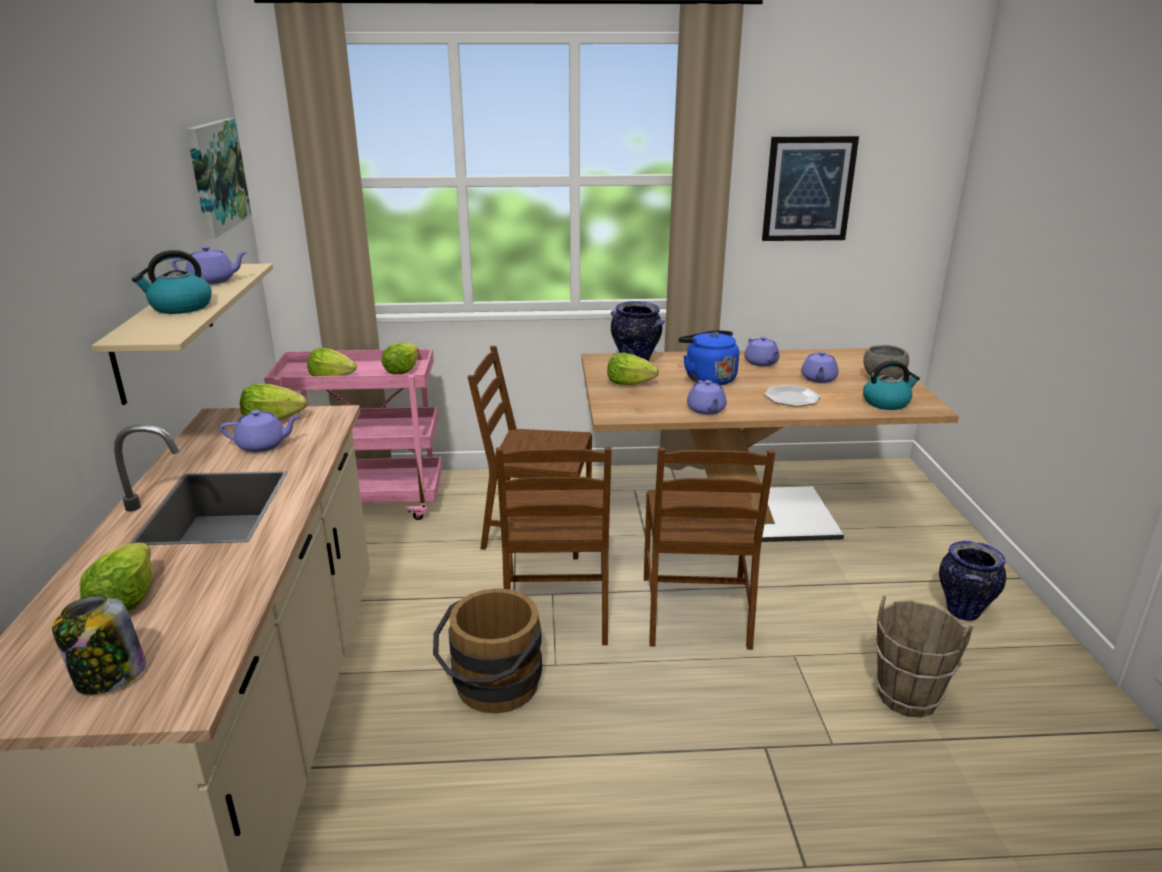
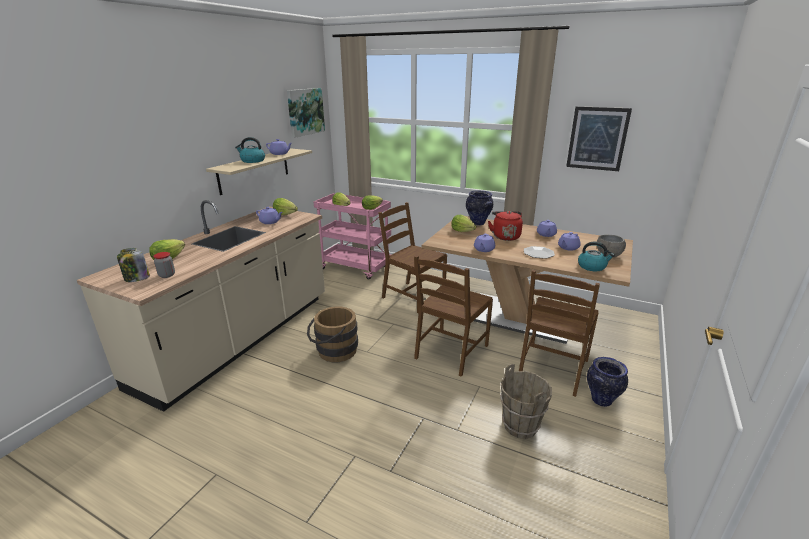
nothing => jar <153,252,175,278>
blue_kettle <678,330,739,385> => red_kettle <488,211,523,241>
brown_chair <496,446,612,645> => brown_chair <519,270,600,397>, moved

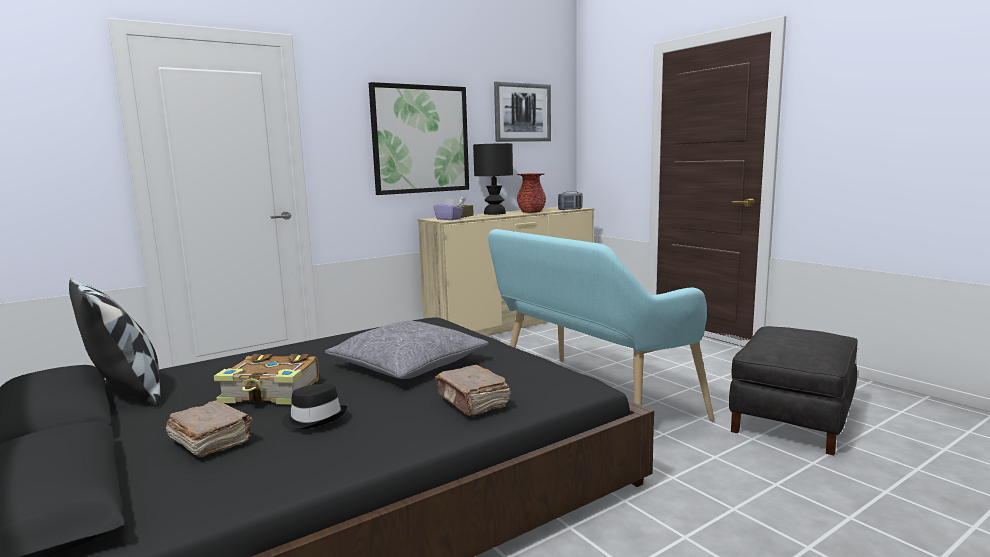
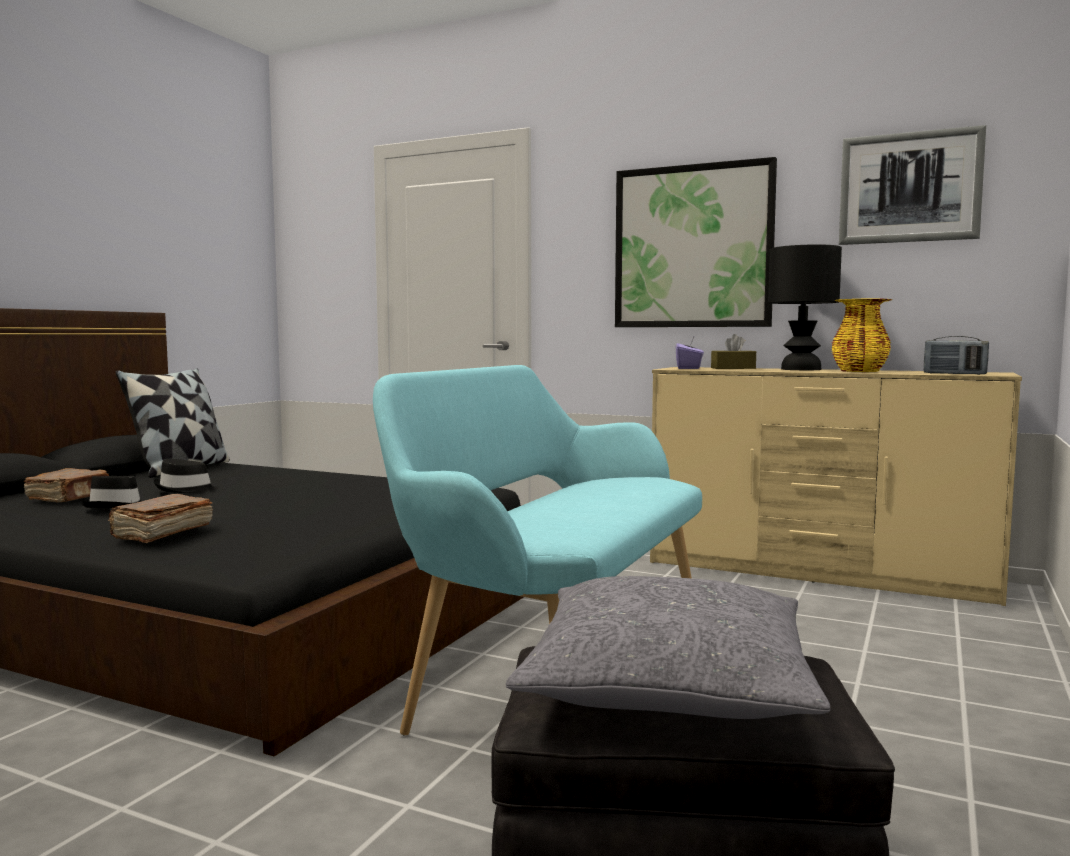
book <214,354,319,404> => black_hat <153,459,219,493>
grey_pillow <325,321,488,379> => grey_pillow <506,576,830,719>, moved
red_vase <517,173,546,213> => yellow_vase <831,298,893,372>

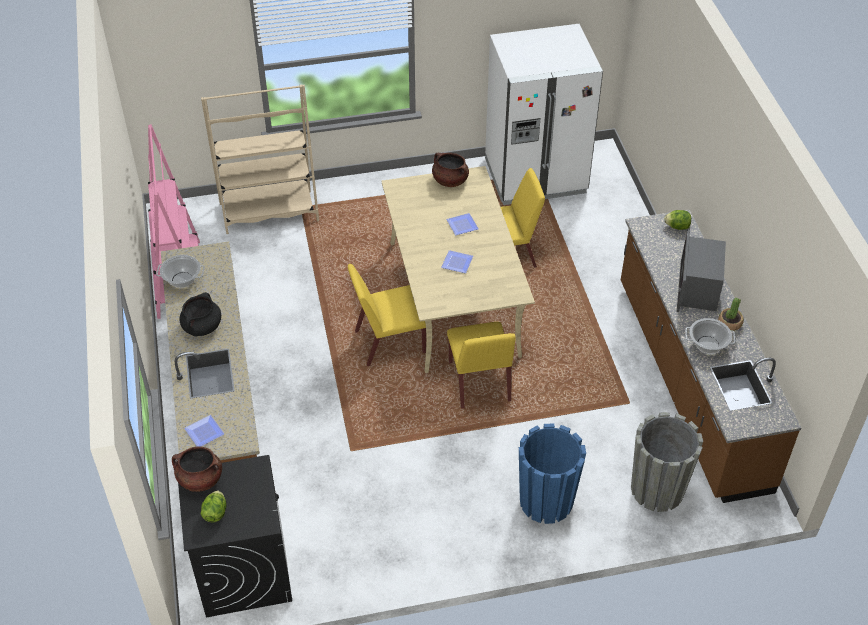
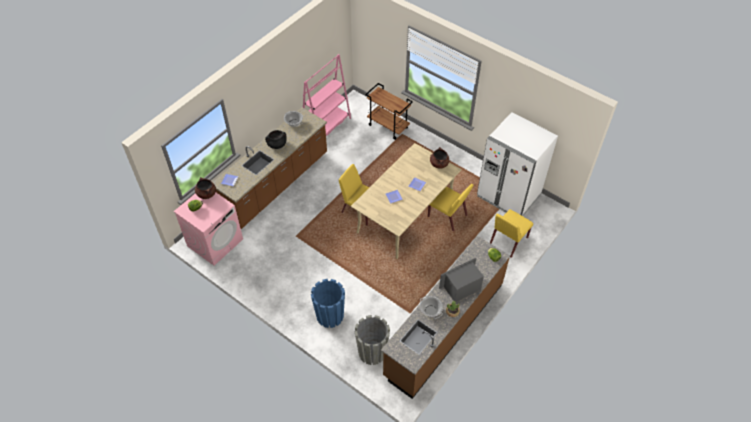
black_washing_machine <178,455,292,617> => pink_washing_machine <174,193,243,266>
beige_bookcase <201,85,319,234> => brown_cart <365,83,413,140>
yellow_chair <447,322,516,409> => yellow_chair <490,209,533,258>, moved

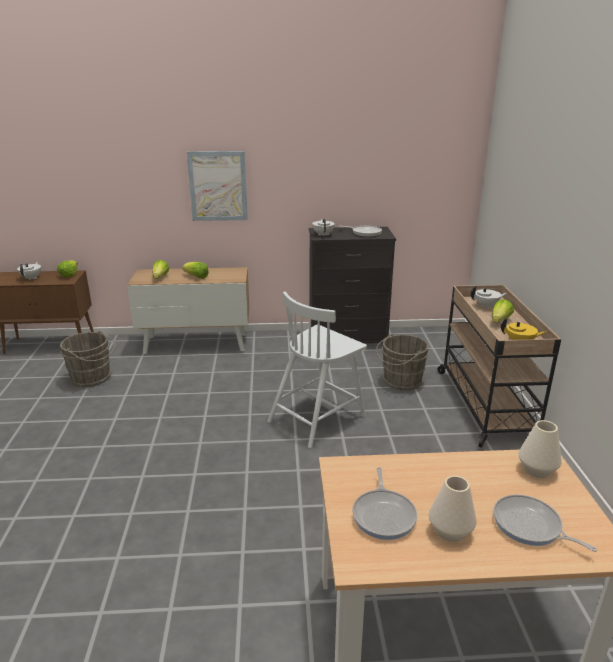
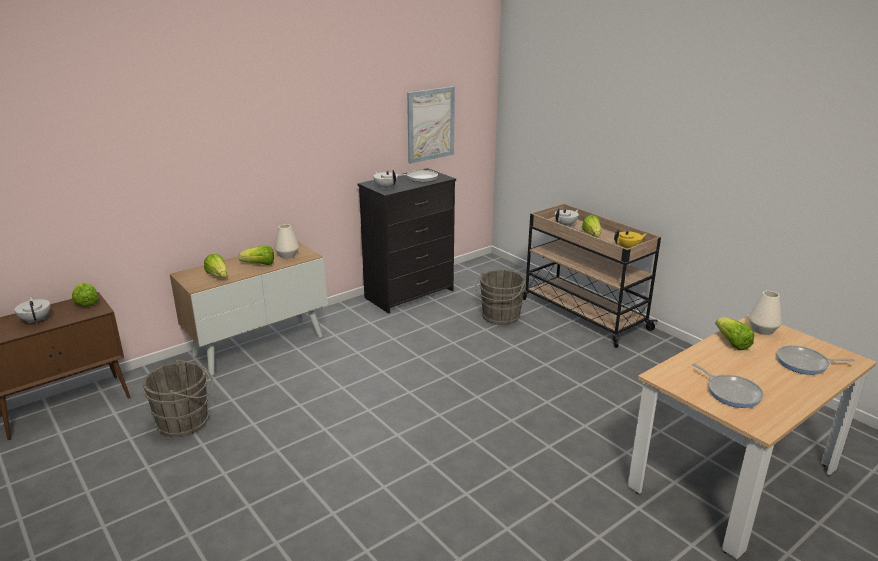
white_vase <429,476,477,542> => white_vase <275,224,299,259>, moved
picture <187,151,248,221> => picture <407,86,455,164>, moved
nothing => lettuce <715,317,754,350>
white_chair <267,291,367,448> => nothing

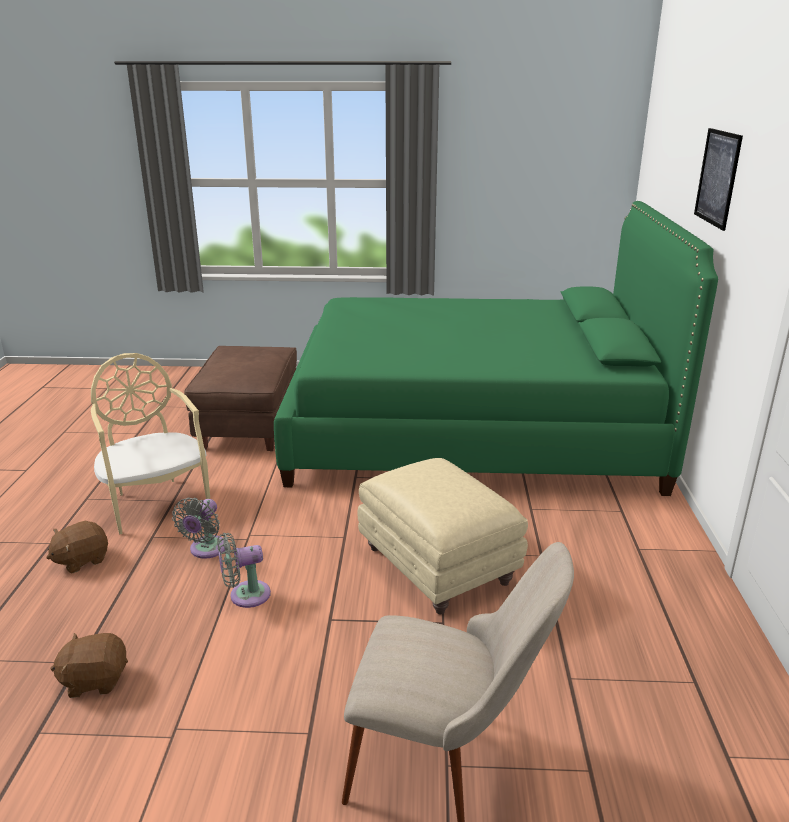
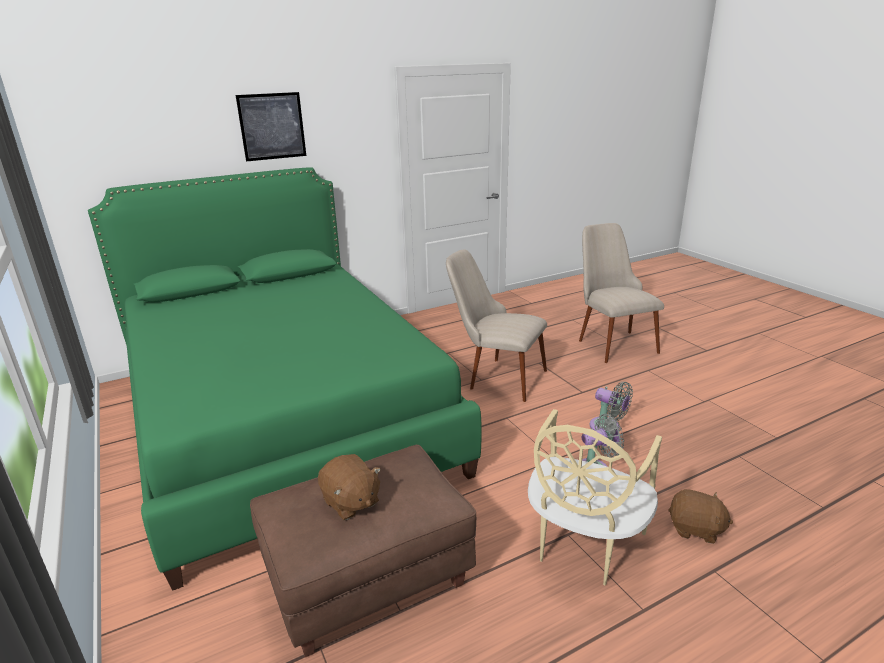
brown_plush_toy <50,633,128,698> => brown_plush_toy <318,454,381,520>, moved
beige_ottoman <358,458,528,615> => beige_chair <446,249,547,402>

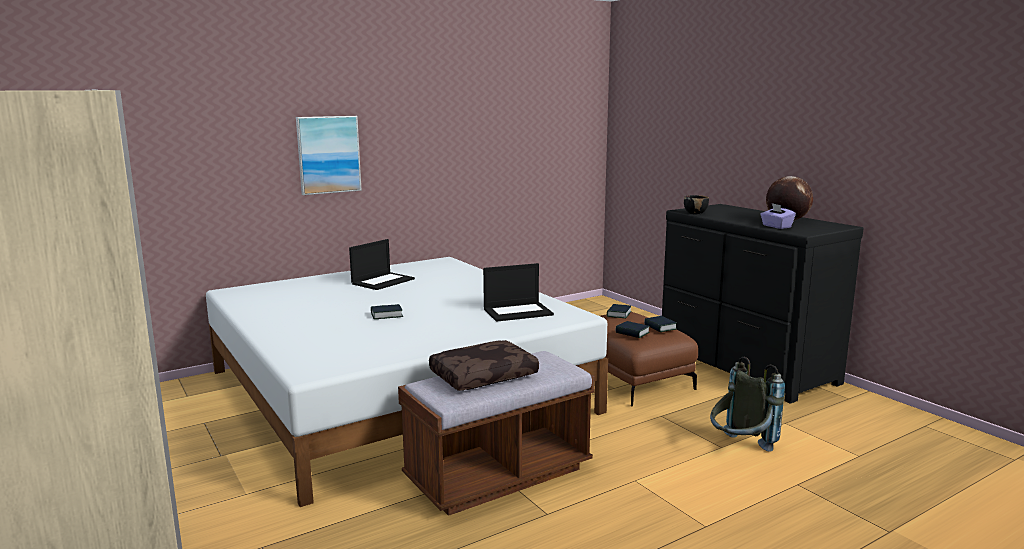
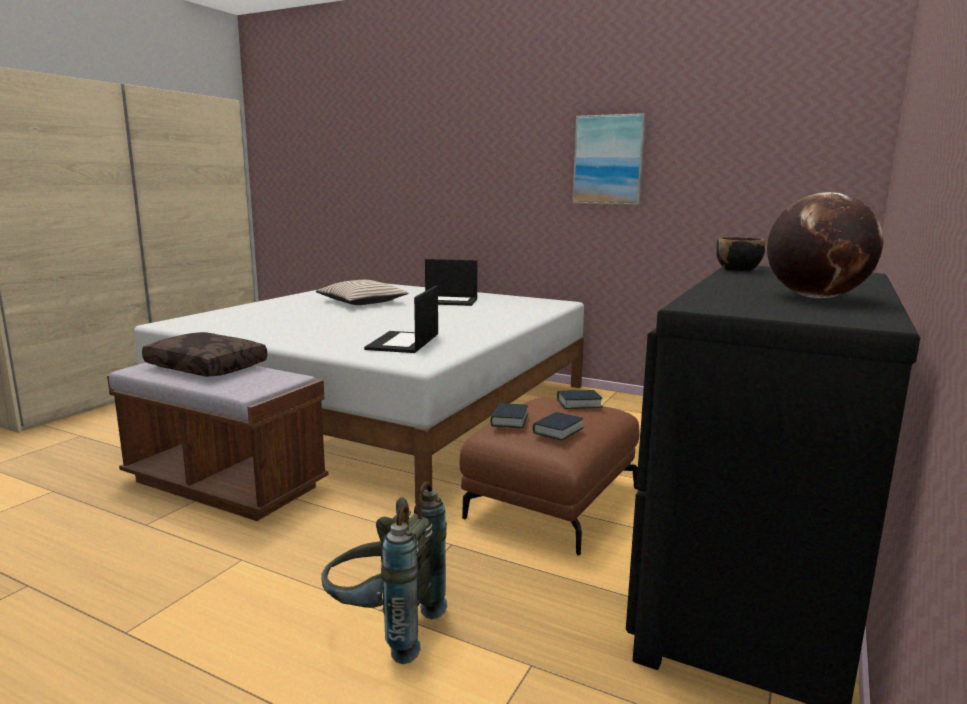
nothing => beige_pillow <316,280,408,305>
laptop <483,263,554,322> => laptop <364,286,438,353>, 60 degrees clockwise
picture <296,116,362,195> => picture <572,113,646,205>, moved
book <371,304,403,319> => nothing
purple_tissue_box <760,203,796,229> => nothing

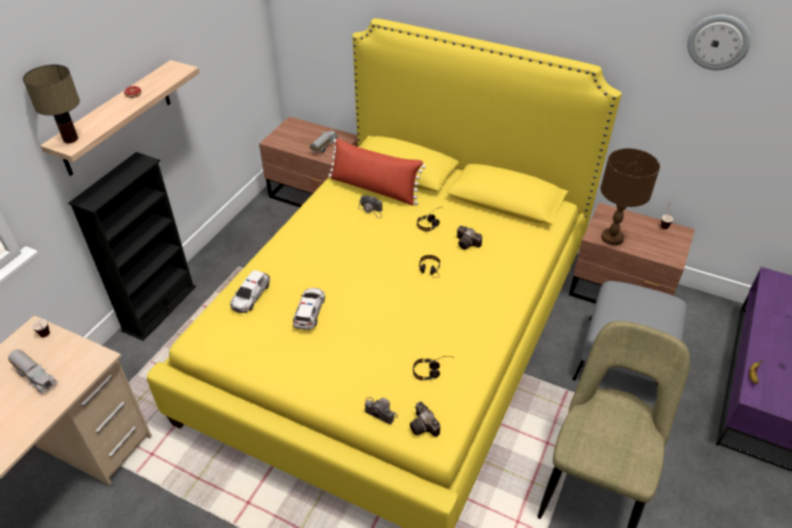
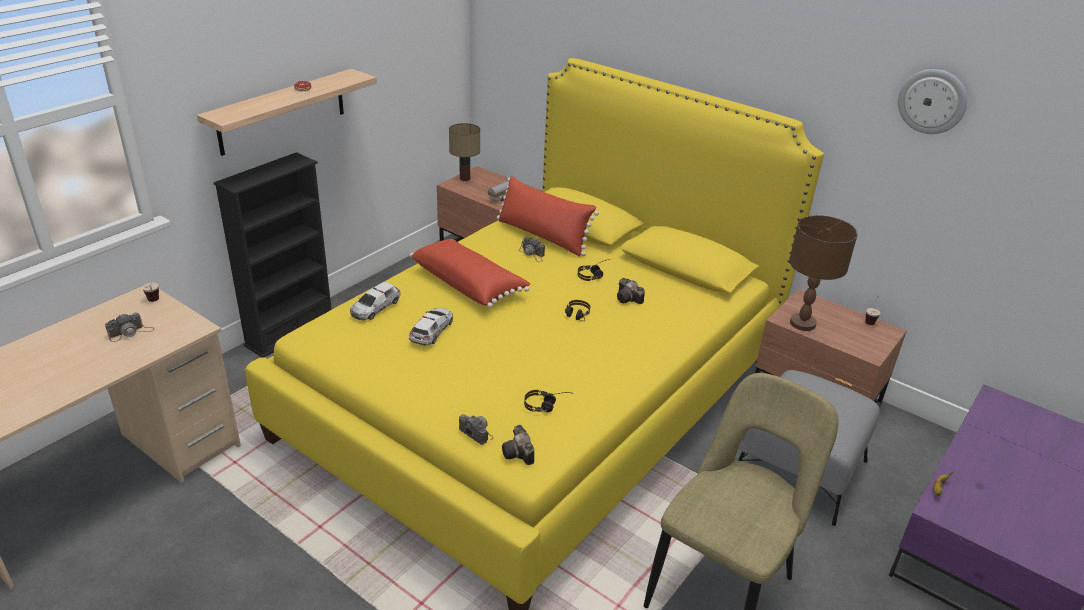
toy_truck <8,349,57,393> => photo_camera <105,313,154,342>
nothing => red_pillow <410,239,530,308>
table_lamp <23,65,80,143> => table_lamp <449,123,480,181>, moved

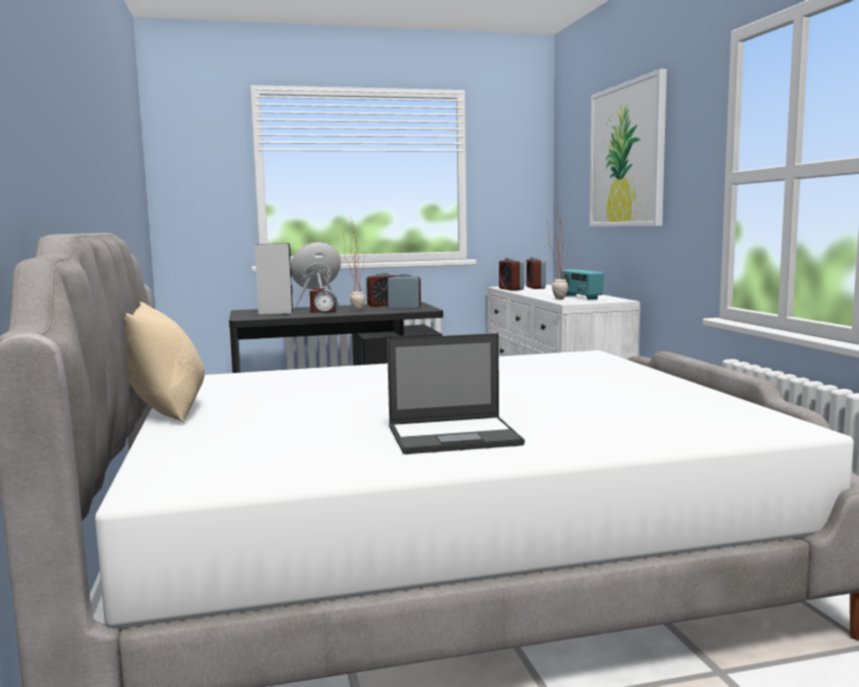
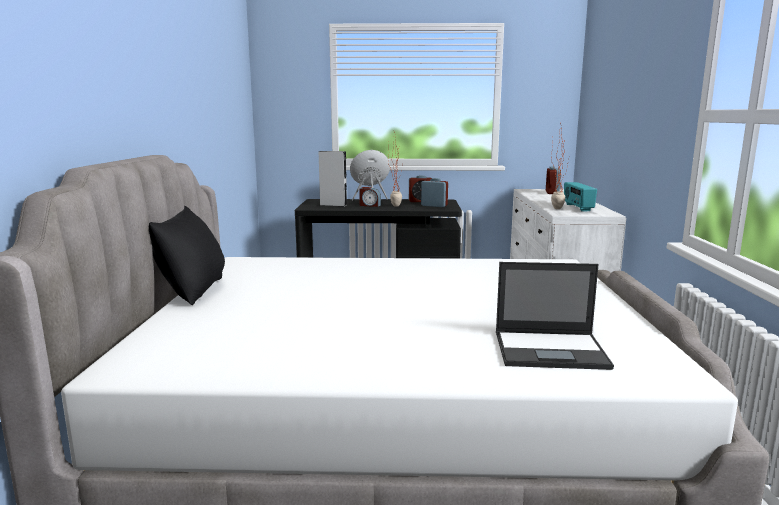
beige_pillow <124,301,205,423> => black_pillow <149,205,225,305>
laptop <387,333,525,454> => laptop <496,262,614,370>, moved
alarm_clock <499,257,524,291> => nothing
picture <589,69,667,226> => nothing

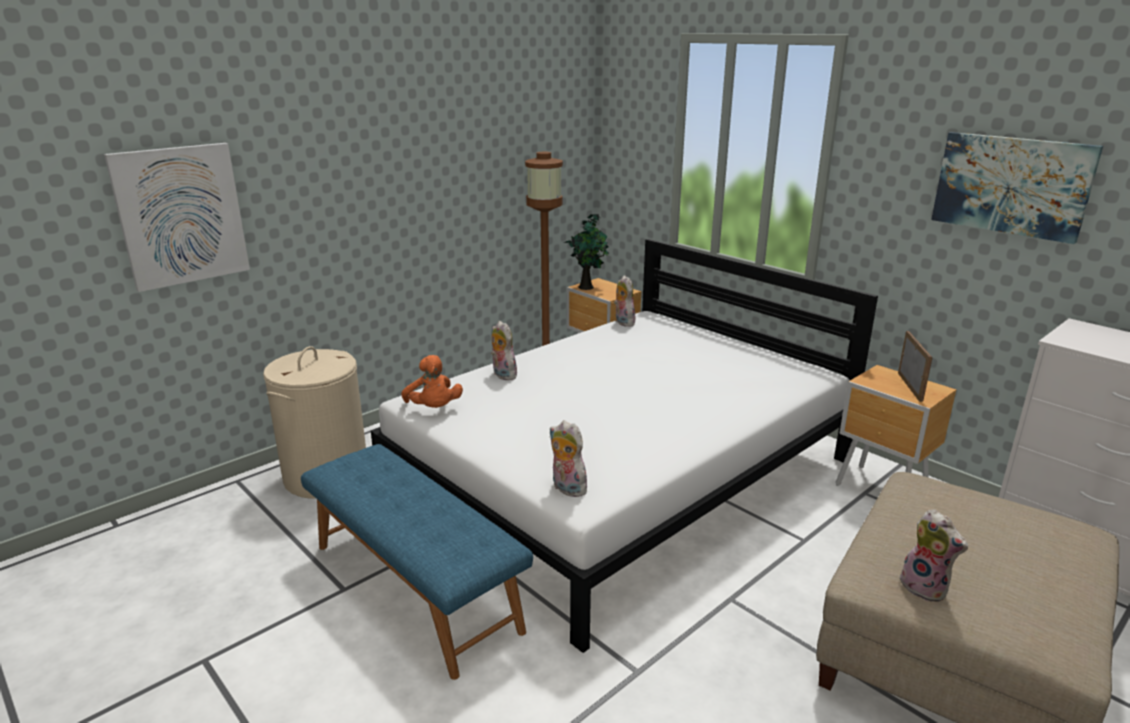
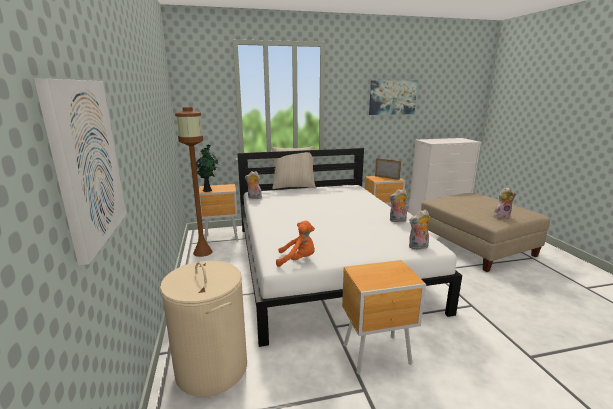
nothing => beige_pillow <271,146,316,189>
blue_bench <301,444,533,680> => brown_nightstand <342,260,426,375>
plush_toy <491,321,517,380> => plush_toy <389,189,407,222>, moved

